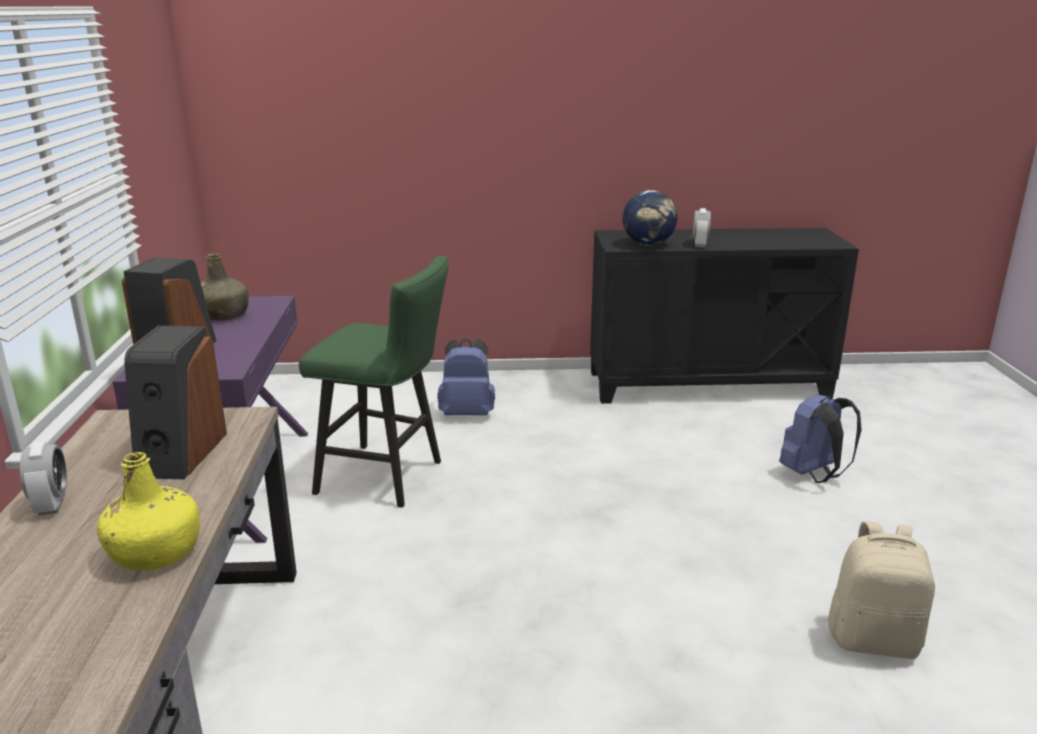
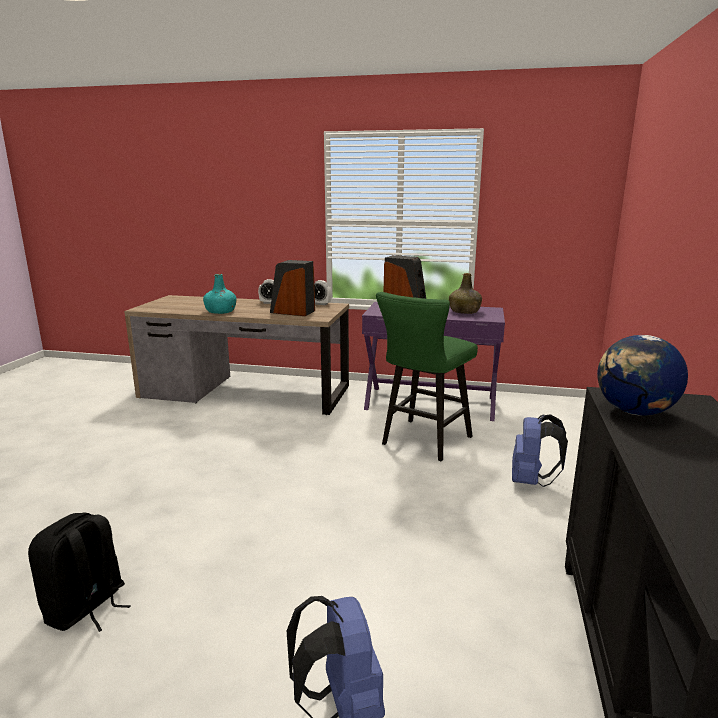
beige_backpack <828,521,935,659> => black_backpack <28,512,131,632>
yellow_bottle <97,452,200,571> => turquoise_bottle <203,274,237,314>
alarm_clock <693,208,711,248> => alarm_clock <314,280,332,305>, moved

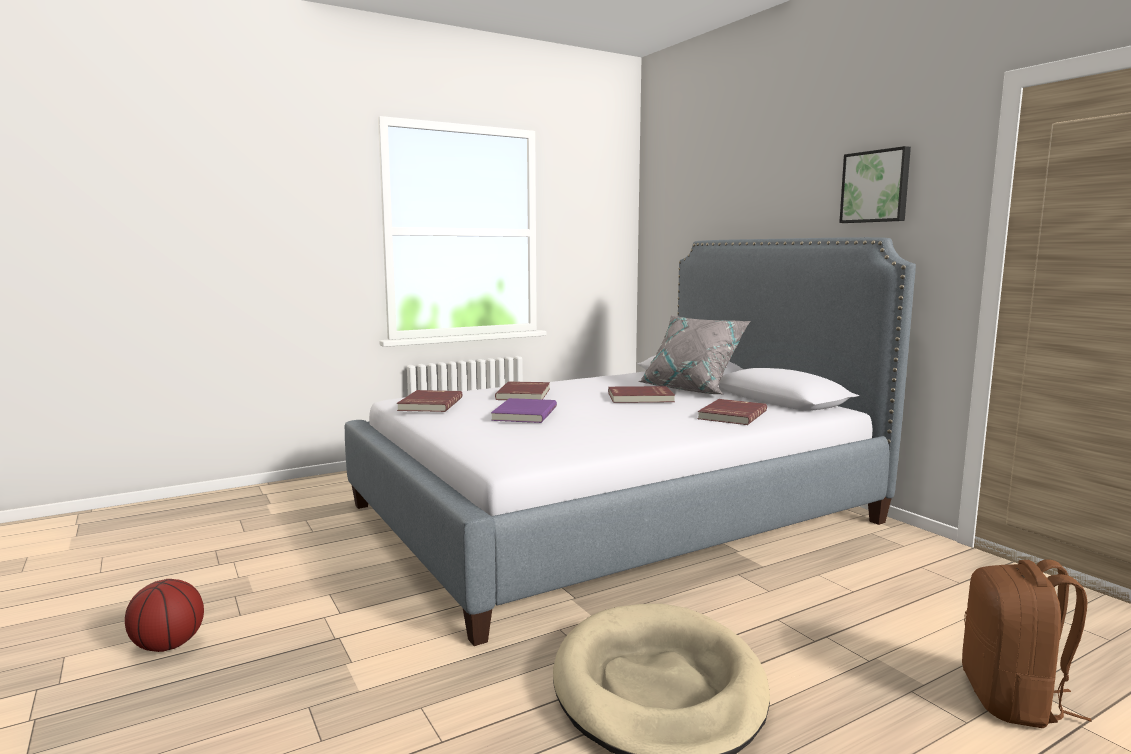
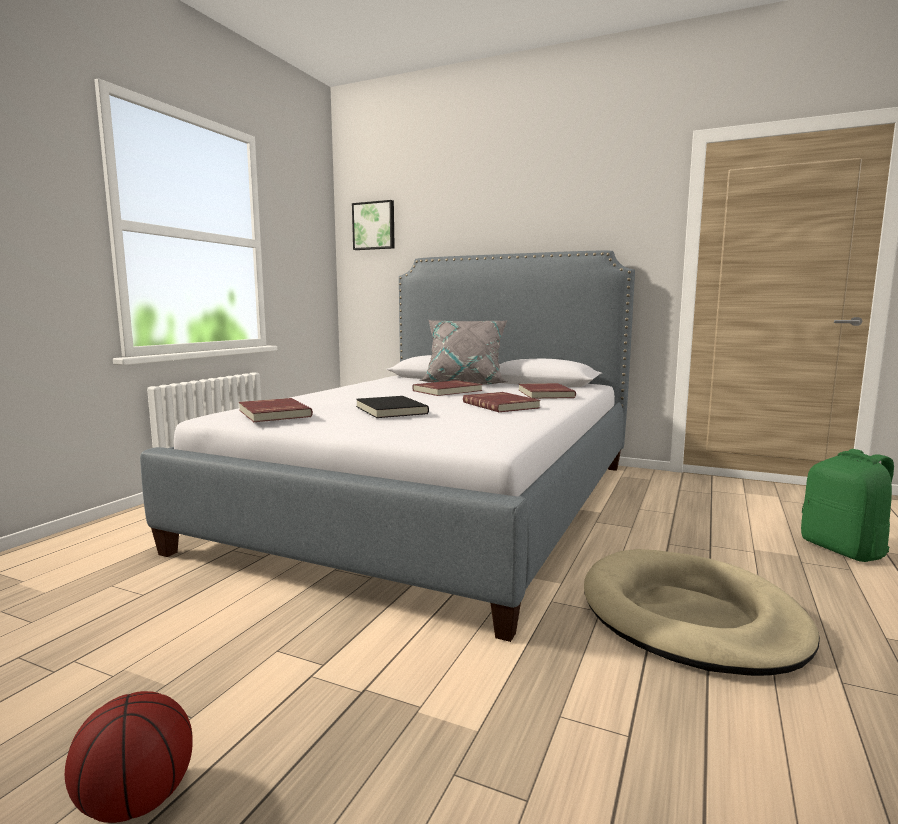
picture <839,146,911,223> => picture <352,200,395,250>, moved
purple_book <491,398,557,423> => black_book <356,396,429,418>
red_book <495,381,550,400> => red_book <463,392,541,412>, moved
brown_backpack <962,559,1091,728> => green_backpack <801,449,894,562>

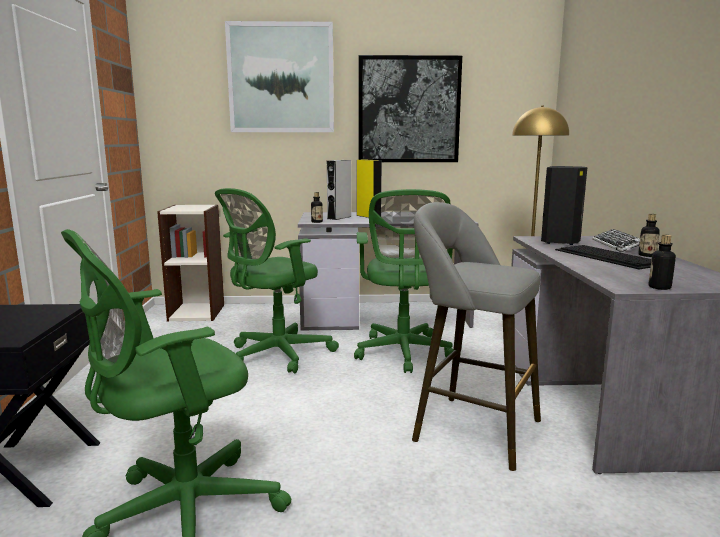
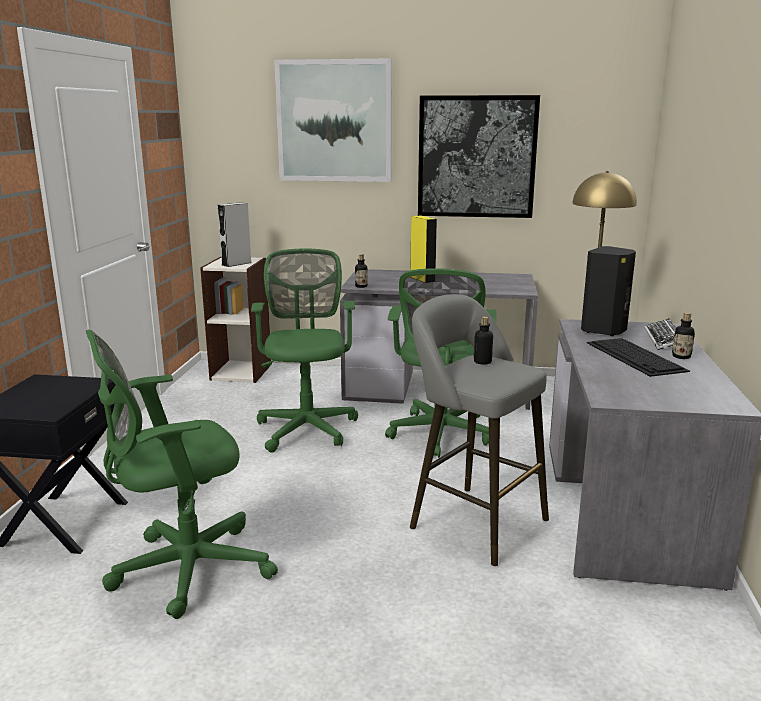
grey_speaker <327,160,351,220> => grey_speaker <218,202,251,267>, moved
green_office_chair <215,188,339,373> => green_office_chair <251,248,358,453>, 120 degrees clockwise
bottle <649,235,676,290> => bottle <474,316,493,365>, moved

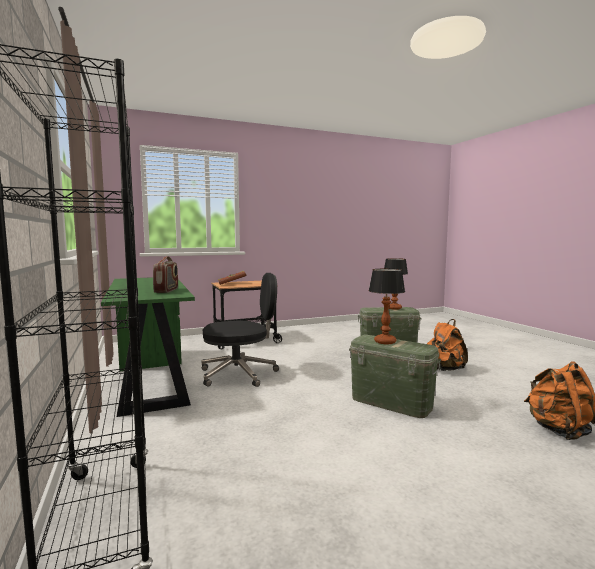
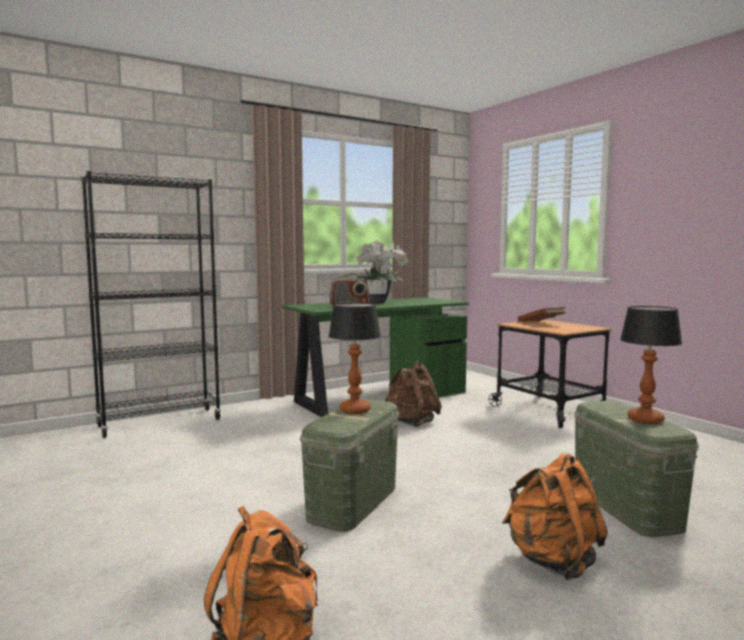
nothing => potted_plant <356,240,408,304>
black_office_chair <201,273,279,387> => brown_backpack <385,361,442,427>

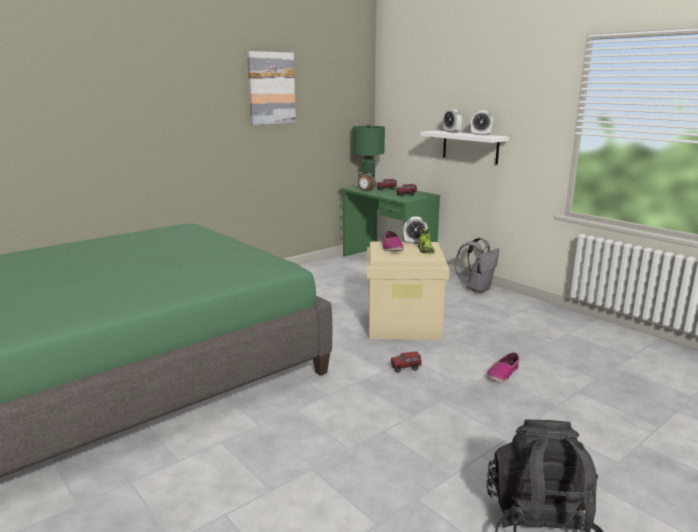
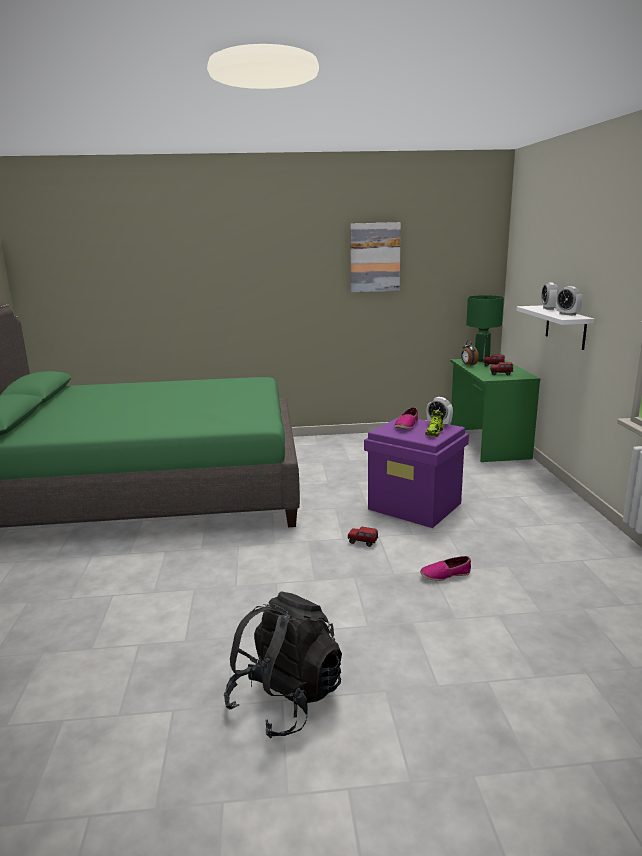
beige_storage_box <367,241,450,340> => purple_storage_box <364,417,469,528>
grey_backpack <455,238,499,293> => nothing

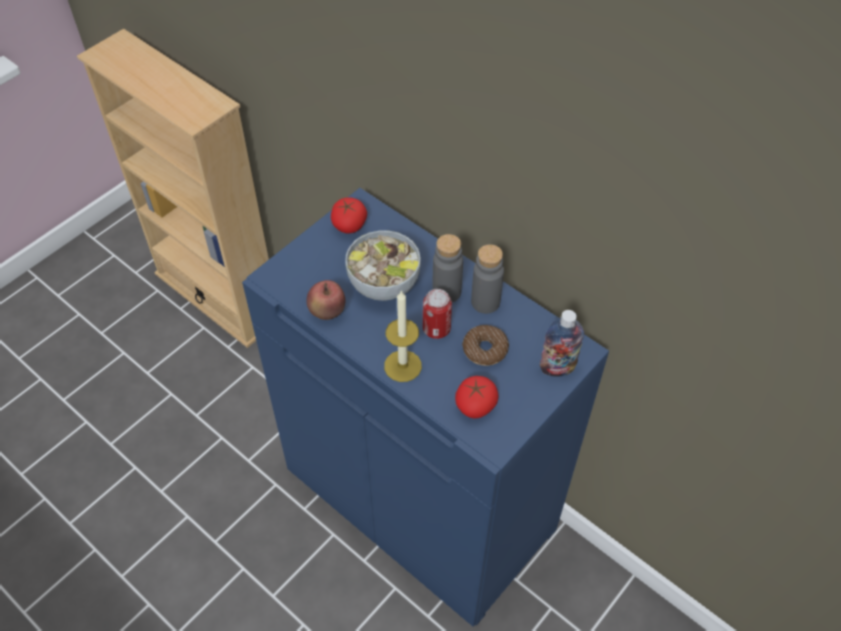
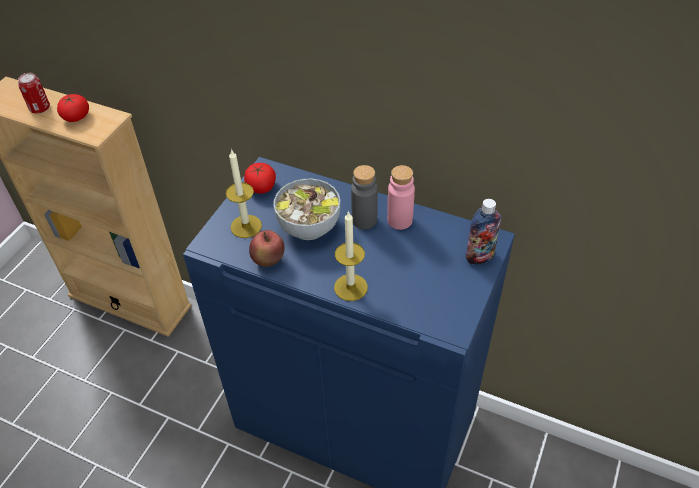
can <423,289,452,339> => can <18,73,50,113>, moved
tomato <455,376,498,418> => tomato <57,94,89,122>, moved
nothing => candle <226,149,262,238>
grey_bottle <471,244,504,314> => pink_bottle <387,165,415,230>
donut <462,325,509,366> => nothing

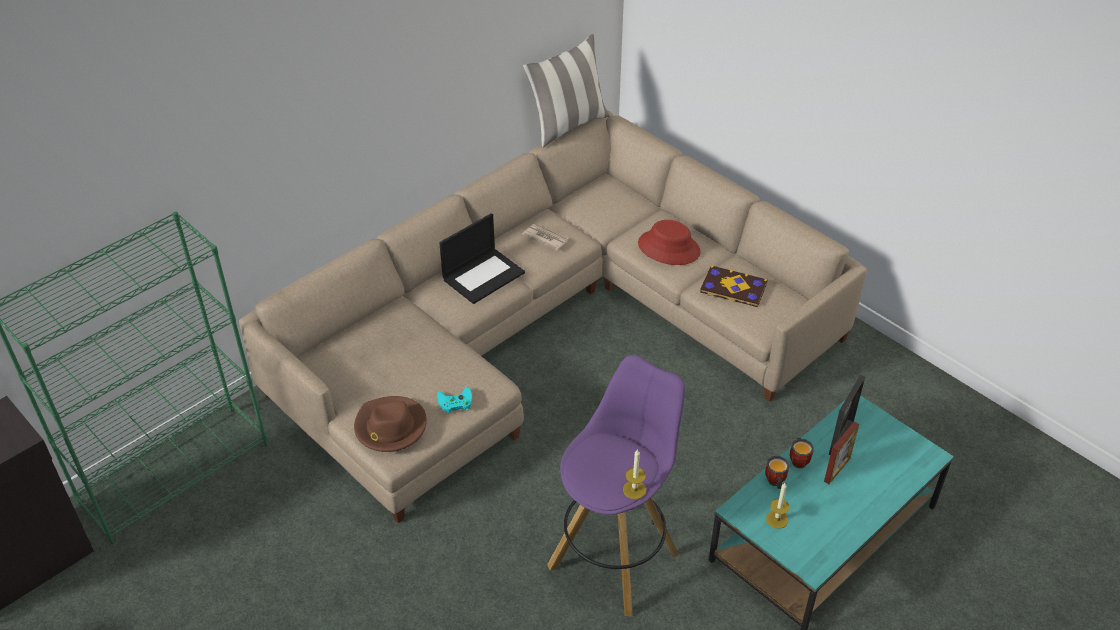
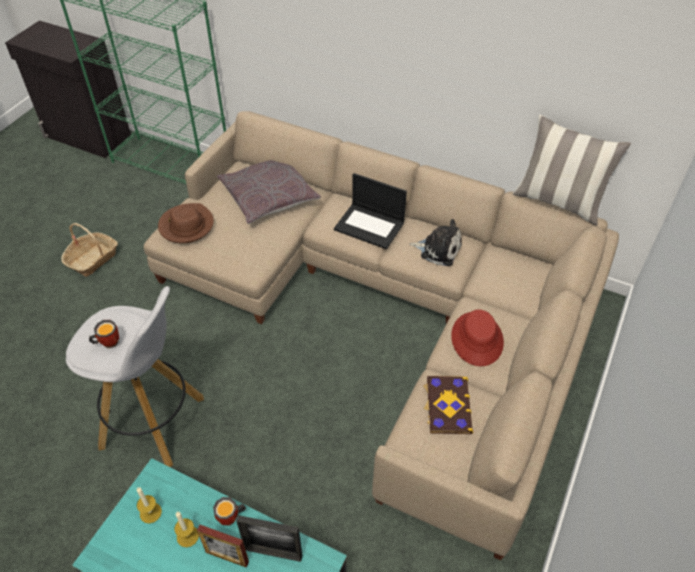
nothing => basket <61,223,118,277>
purple_stool <547,355,685,616> => white_stool <66,286,204,467>
mug <765,456,790,489> => mug <89,320,119,348>, moved
candle <623,449,646,499> => candle <174,512,199,547>, moved
nothing => grey_pillow <217,160,321,224>
newspaper <522,224,569,250> => plush_toy <409,219,462,266>
turquoise_game_controller <437,387,472,414> => nothing

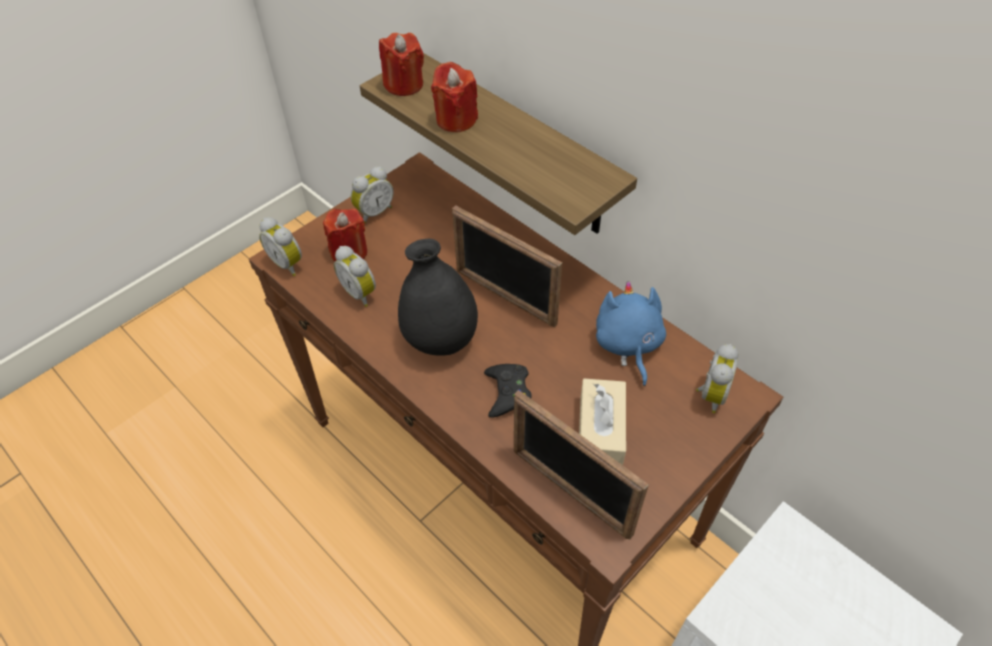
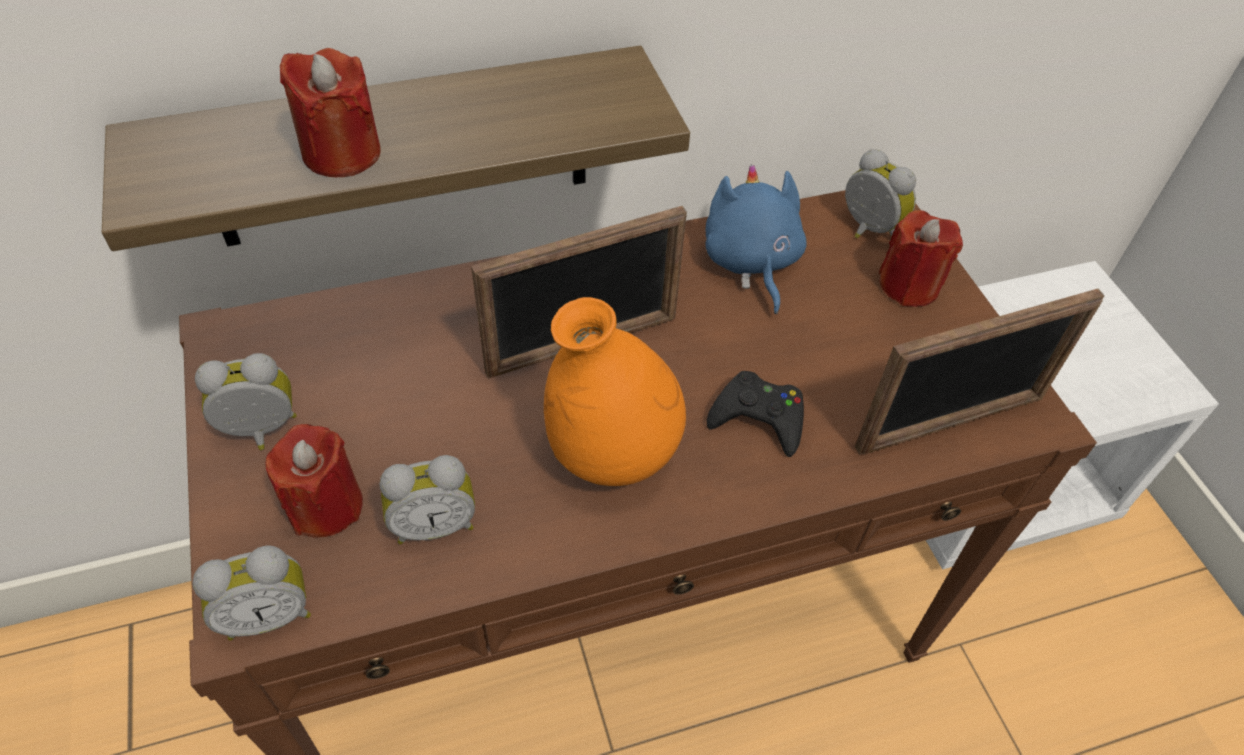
alarm_clock <351,167,393,223> => alarm_clock <195,353,297,450>, 90 degrees counterclockwise
black_vase <398,238,478,356> => orange_vase <544,297,686,486>
blue_plush_toy <596,281,666,386> => blue_plush_toy <705,164,807,314>, 60 degrees clockwise
red_candle <379,33,424,96> => red_candle <879,210,963,307>, moved
beige_tissue_box <579,378,626,465> => nothing

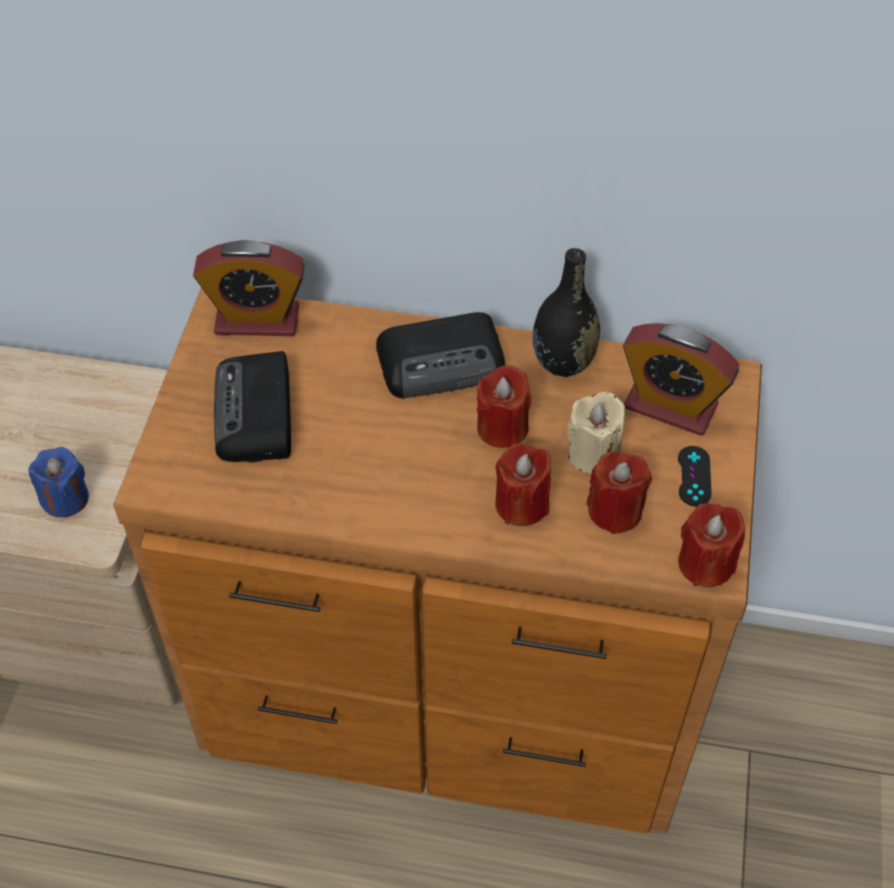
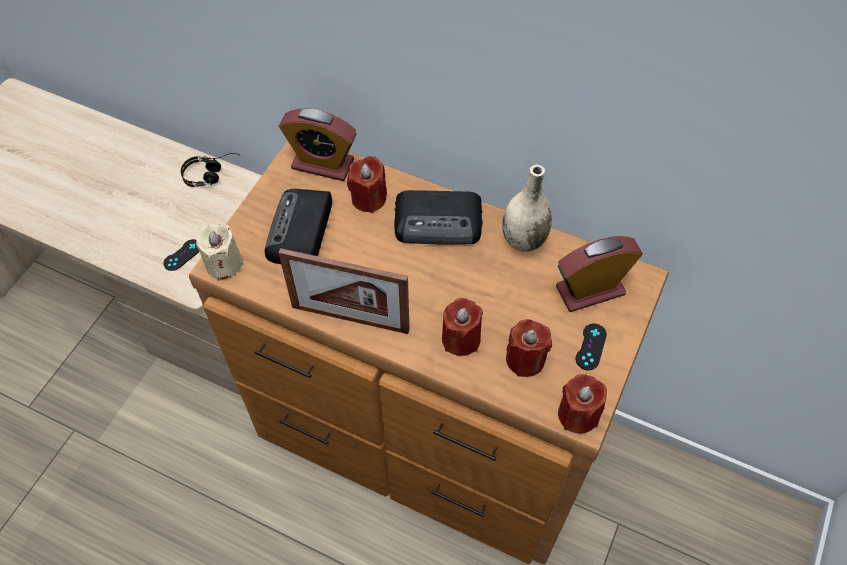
blue_candle <28,447,89,517> => black_game_controller <163,239,199,271>
nothing => headphones <181,153,239,187>
beige_candle <567,392,625,474> => beige_candle <196,224,244,281>, moved
nothing => picture_frame <278,248,409,334>
red_candle <477,365,531,448> => red_candle <347,156,387,213>, moved
black_vase <533,248,600,377> => beige_vase <502,165,552,252>
alarm_clock <623,323,740,436> => alarm_clock <556,236,643,312>, 120 degrees clockwise

